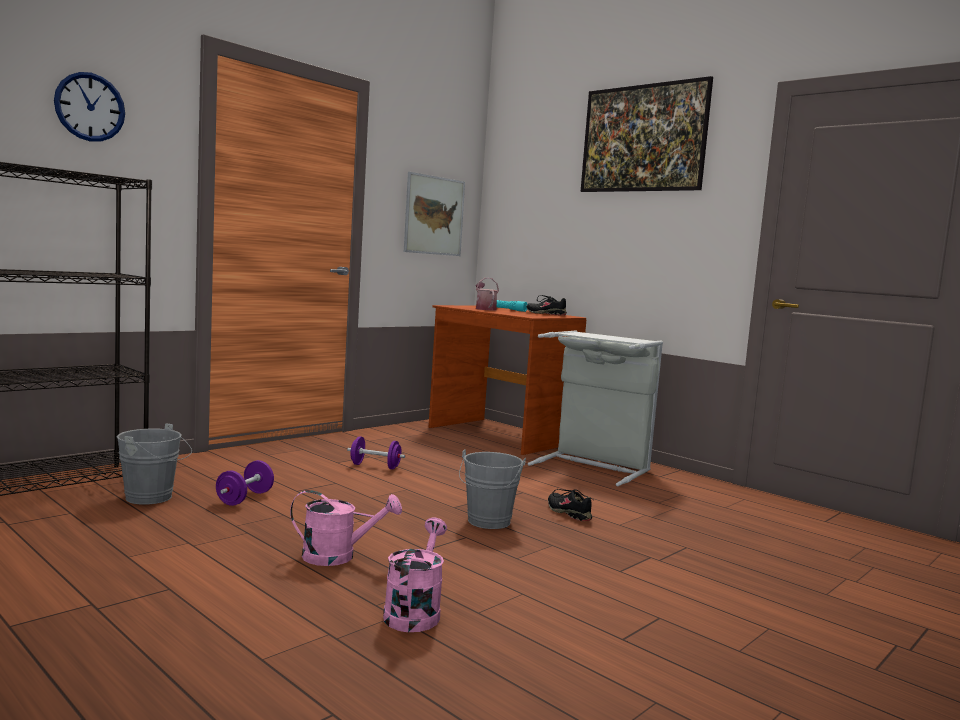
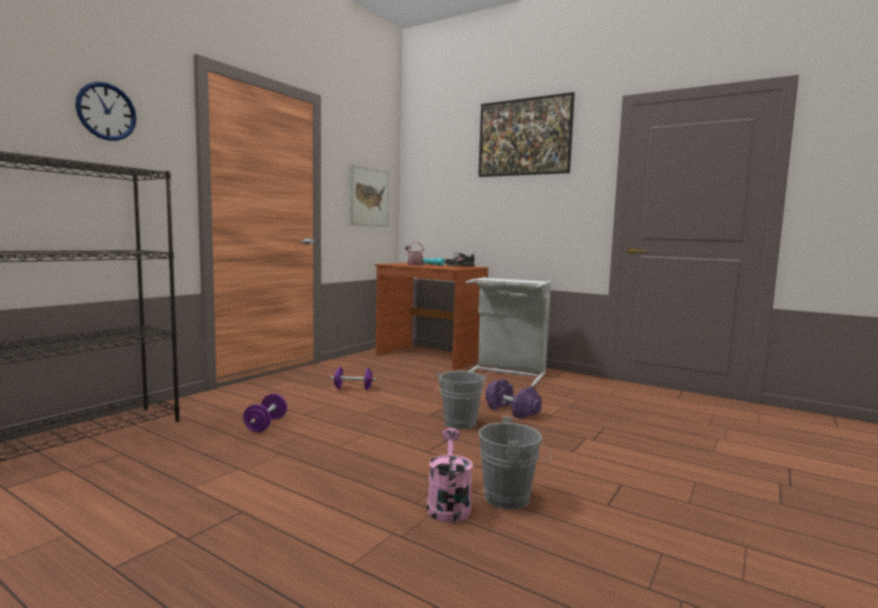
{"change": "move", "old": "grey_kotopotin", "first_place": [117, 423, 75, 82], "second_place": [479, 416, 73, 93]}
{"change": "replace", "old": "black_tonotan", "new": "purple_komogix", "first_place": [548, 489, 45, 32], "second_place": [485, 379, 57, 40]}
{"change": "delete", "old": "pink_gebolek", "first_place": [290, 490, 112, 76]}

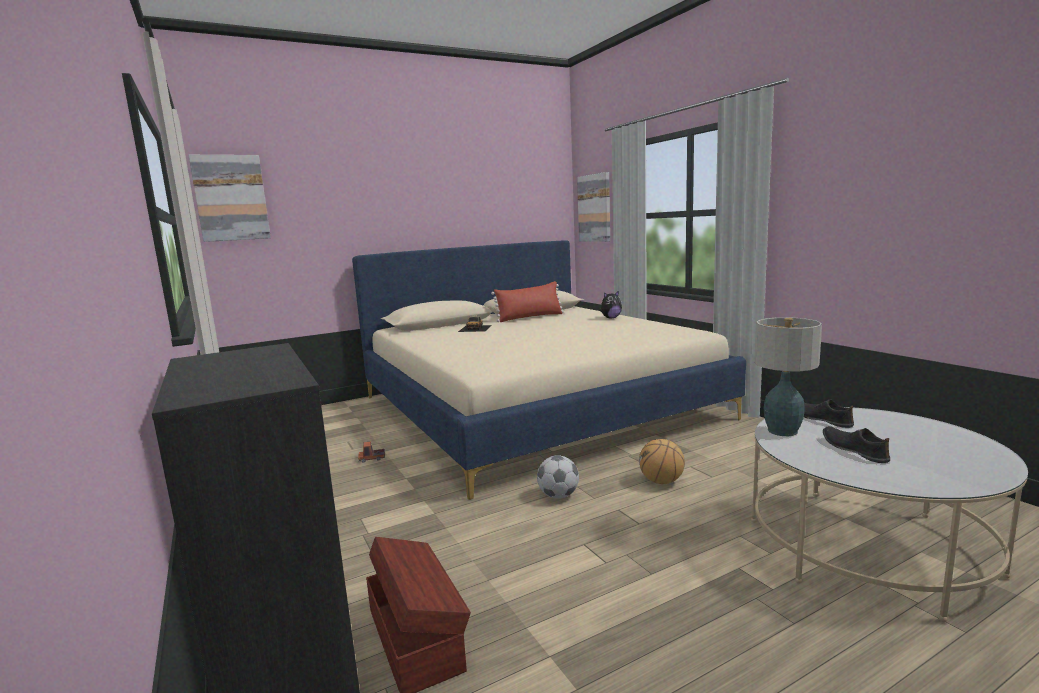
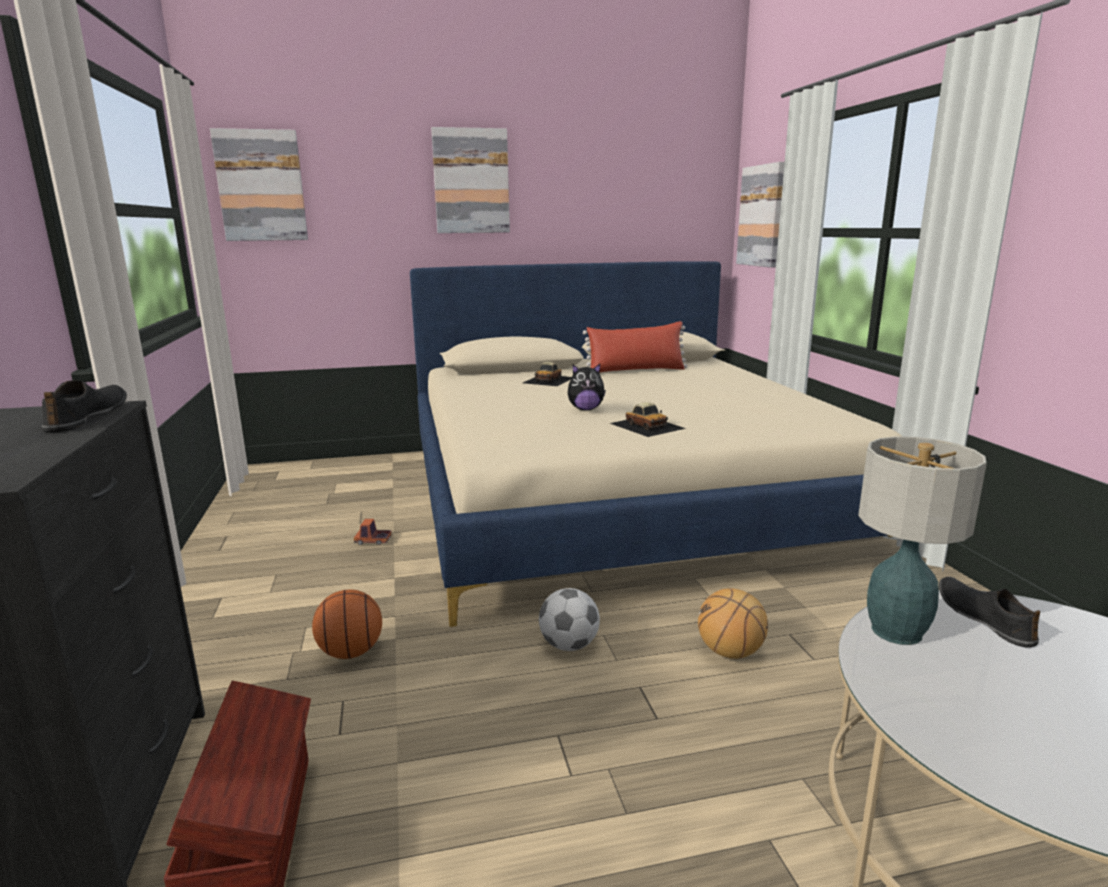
{"change": "move", "old": "black_tonotan", "first_place": [823, 426, 67, 37], "second_place": [41, 381, 86, 52]}
{"change": "insert", "new": "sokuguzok", "second_place": [312, 589, 70, 70]}
{"change": "insert", "new": "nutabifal", "second_place": [431, 127, 79, 106]}
{"change": "move", "old": "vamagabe", "first_place": [600, 291, 22, 28], "second_place": [568, 364, 38, 46]}
{"change": "insert", "new": "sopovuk", "second_place": [610, 402, 76, 35]}

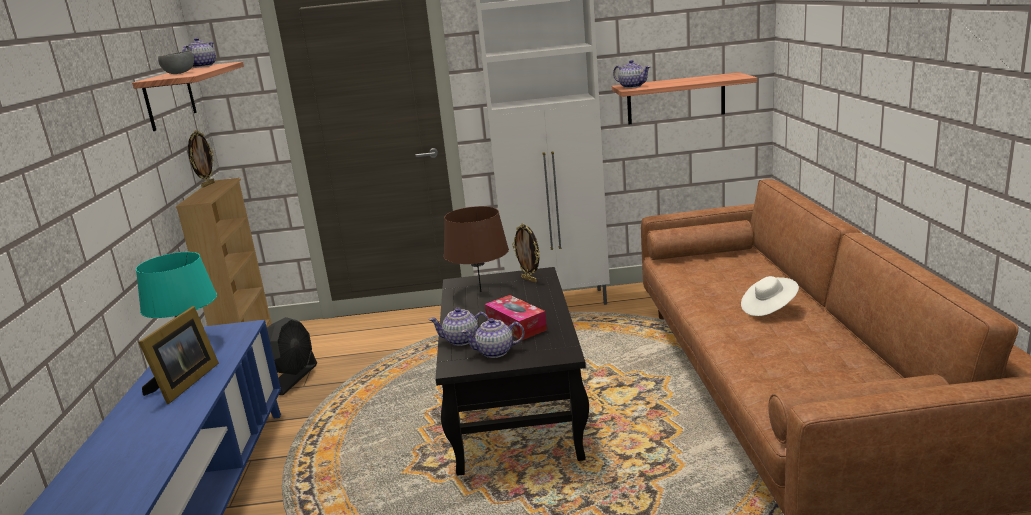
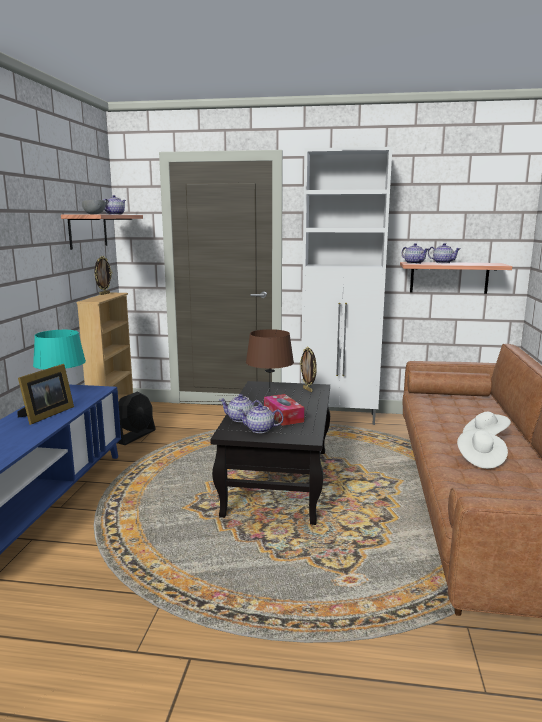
{"change": "insert", "new": "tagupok", "second_place": [428, 243, 33, 20]}
{"change": "insert", "new": "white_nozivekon", "second_place": [457, 429, 51, 40]}

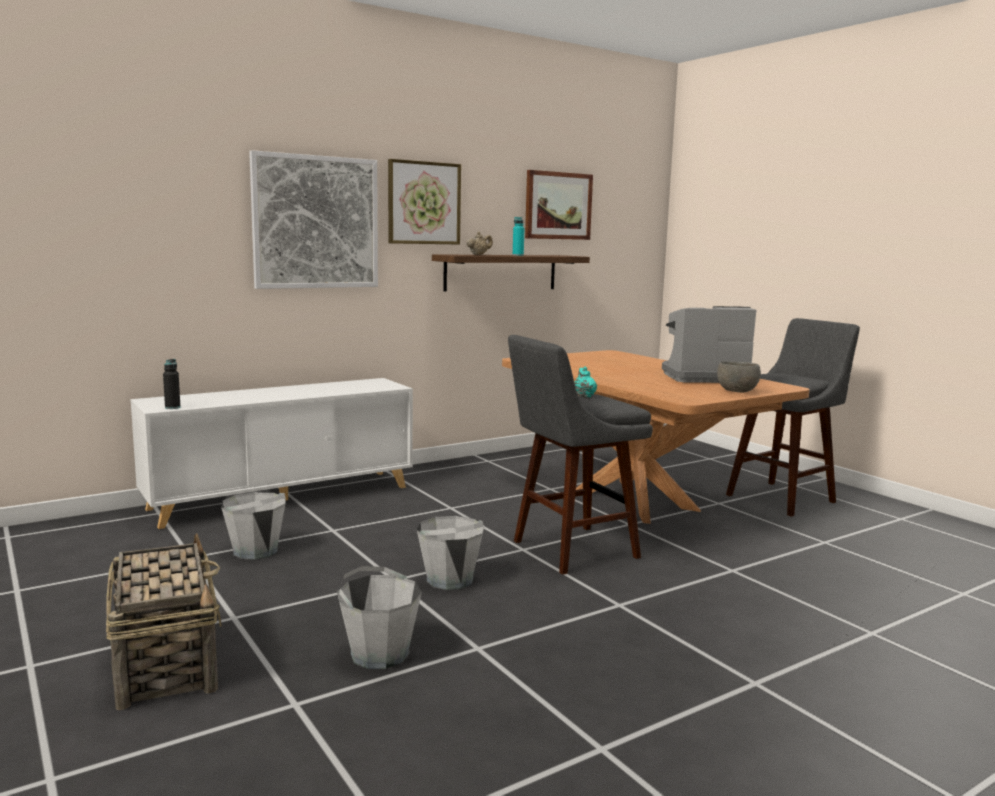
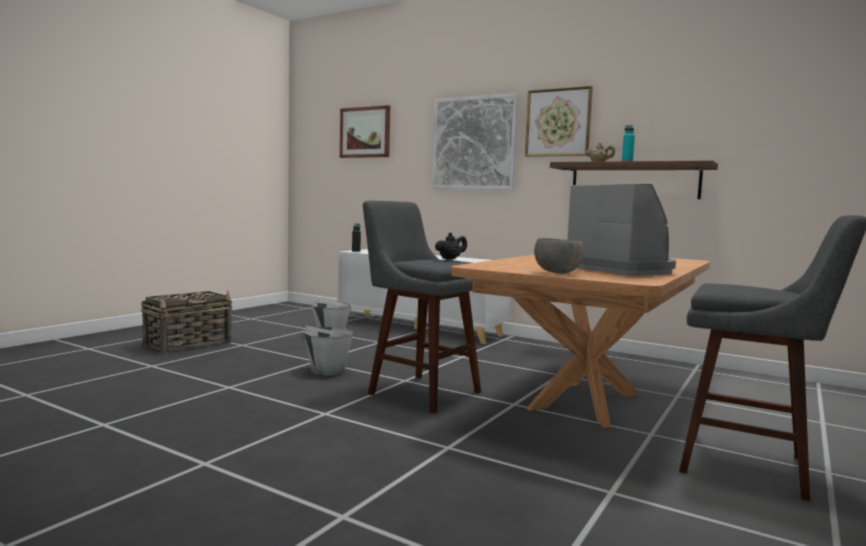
{"change": "move", "old": "nutabifal", "first_place": [525, 170, 68, 70], "second_place": [340, 105, 50, 53]}
{"change": "recolor", "old": "turquoise_tagupok", "new": "black_tagupok", "first_place": [574, 367, 23, 31], "second_place": [435, 233, 32, 27]}
{"change": "delete", "old": "grey_kotopotin", "first_place": [337, 566, 85, 103]}

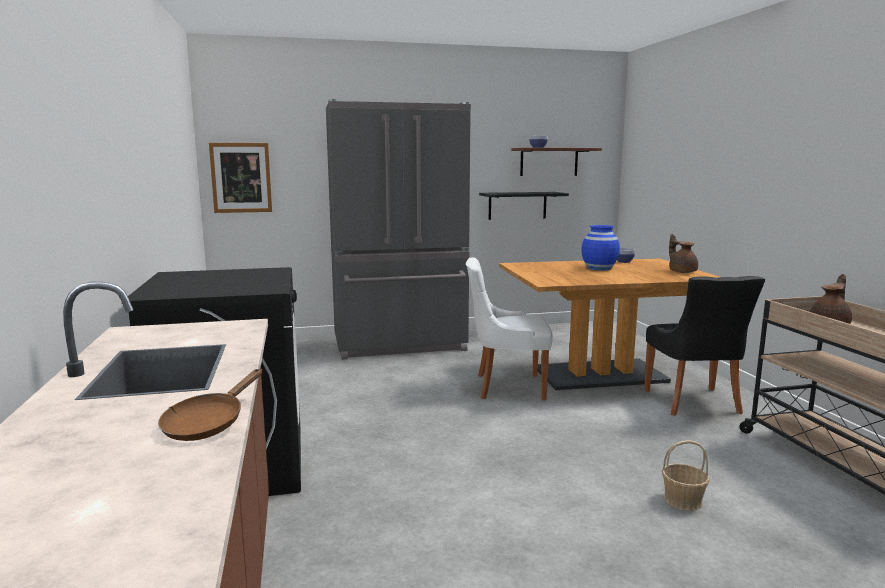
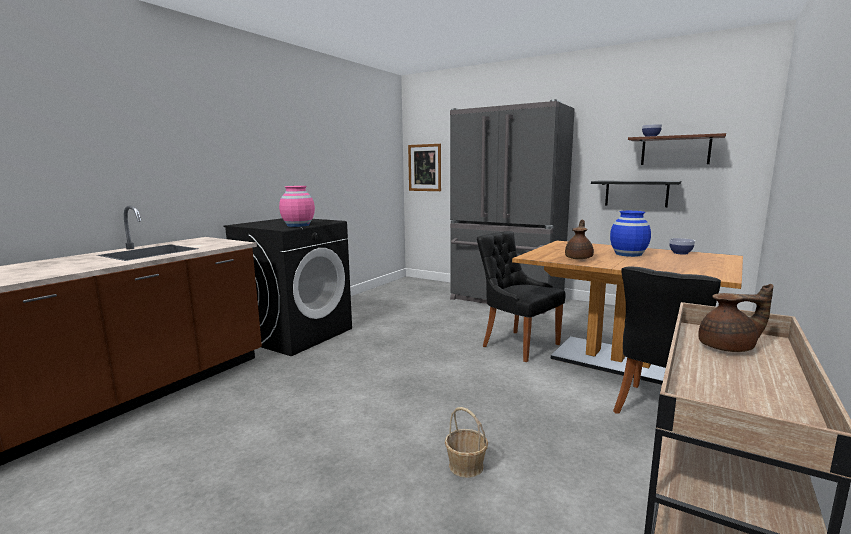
{"change": "insert", "new": "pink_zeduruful", "second_place": [279, 186, 36, 41]}
{"change": "recolor", "old": "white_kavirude", "new": "black_kavirude", "first_place": [466, 257, 87, 143], "second_place": [477, 231, 89, 131]}
{"change": "move", "old": "brown_tagupok", "first_place": [669, 234, 29, 39], "second_place": [565, 220, 29, 39]}
{"change": "delete", "old": "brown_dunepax", "first_place": [158, 369, 104, 72]}

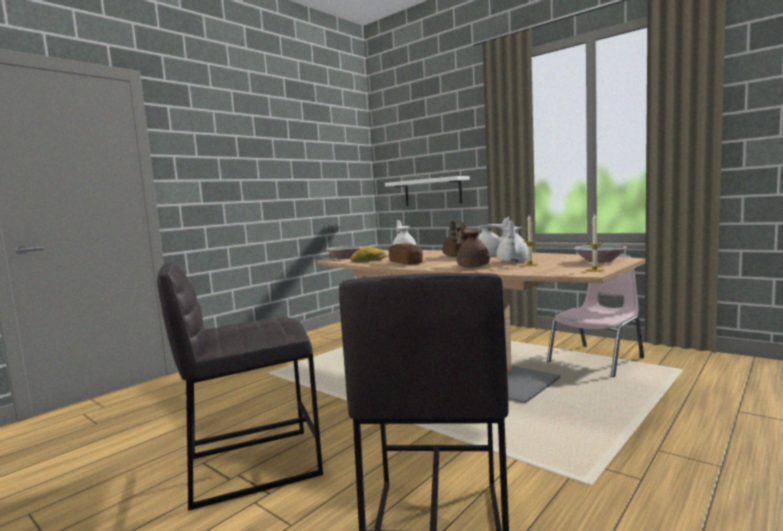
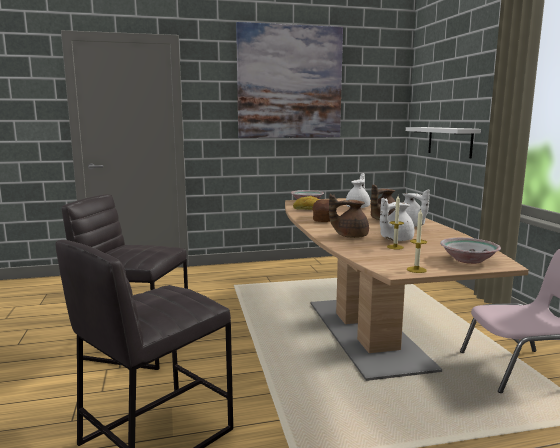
{"change": "insert", "new": "nutabifal", "second_place": [236, 22, 107, 116]}
{"change": "rotate", "old": "brown_tagupok", "first_place": [457, 222, 33, 46], "second_place": [329, 194, 40, 44], "degrees": -120}

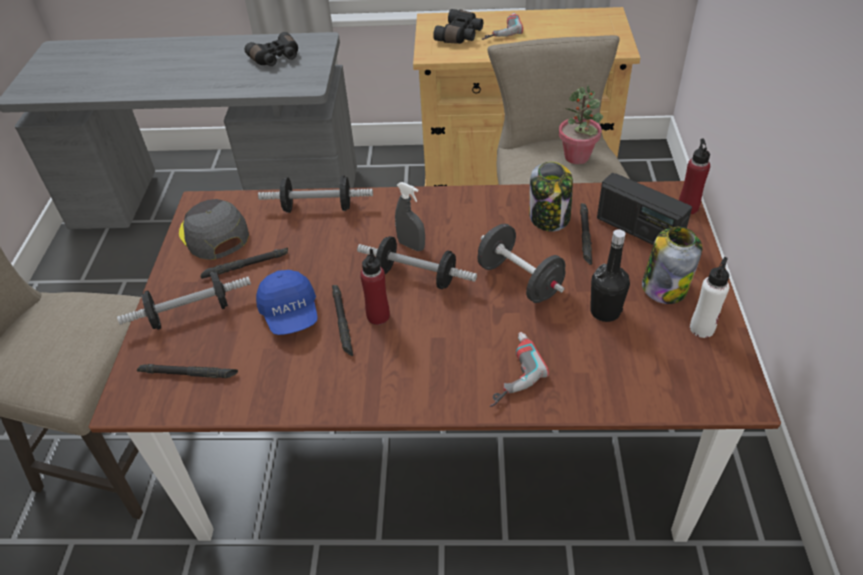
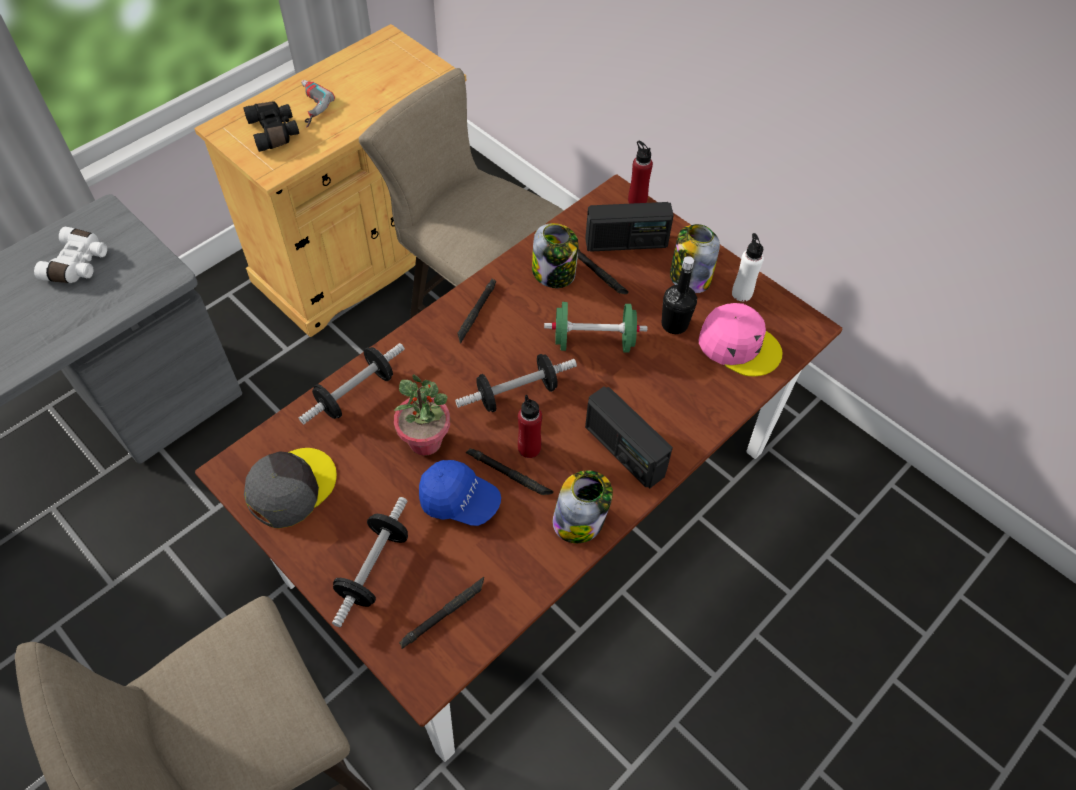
{"change": "recolor", "old": "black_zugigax", "new": "white_zugigax", "first_place": [245, 32, 53, 34], "second_place": [34, 227, 73, 56]}
{"change": "rotate", "old": "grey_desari", "first_place": [179, 199, 70, 61], "second_place": [244, 448, 93, 80], "degrees": 120}
{"change": "move", "old": "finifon", "first_place": [559, 86, 44, 78], "second_place": [394, 374, 56, 82]}
{"change": "move", "old": "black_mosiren", "first_place": [201, 248, 87, 31], "second_place": [457, 278, 39, 66]}
{"change": "recolor", "old": "black_komogix", "new": "green_komogix", "first_place": [477, 224, 89, 79], "second_place": [544, 302, 103, 51]}
{"change": "insert", "new": "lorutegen", "second_place": [552, 470, 61, 73]}
{"change": "insert", "new": "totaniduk", "second_place": [585, 386, 88, 102]}
{"change": "insert", "new": "pink_desari", "second_place": [699, 303, 83, 73]}
{"change": "delete", "old": "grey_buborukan", "first_place": [395, 182, 30, 69]}
{"change": "delete", "old": "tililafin", "first_place": [490, 332, 59, 75]}

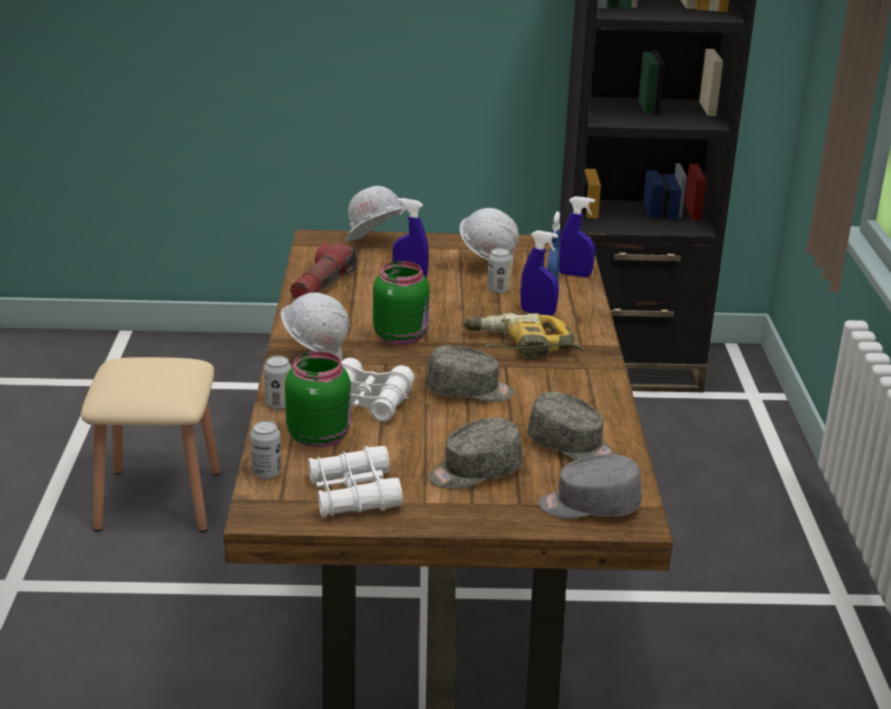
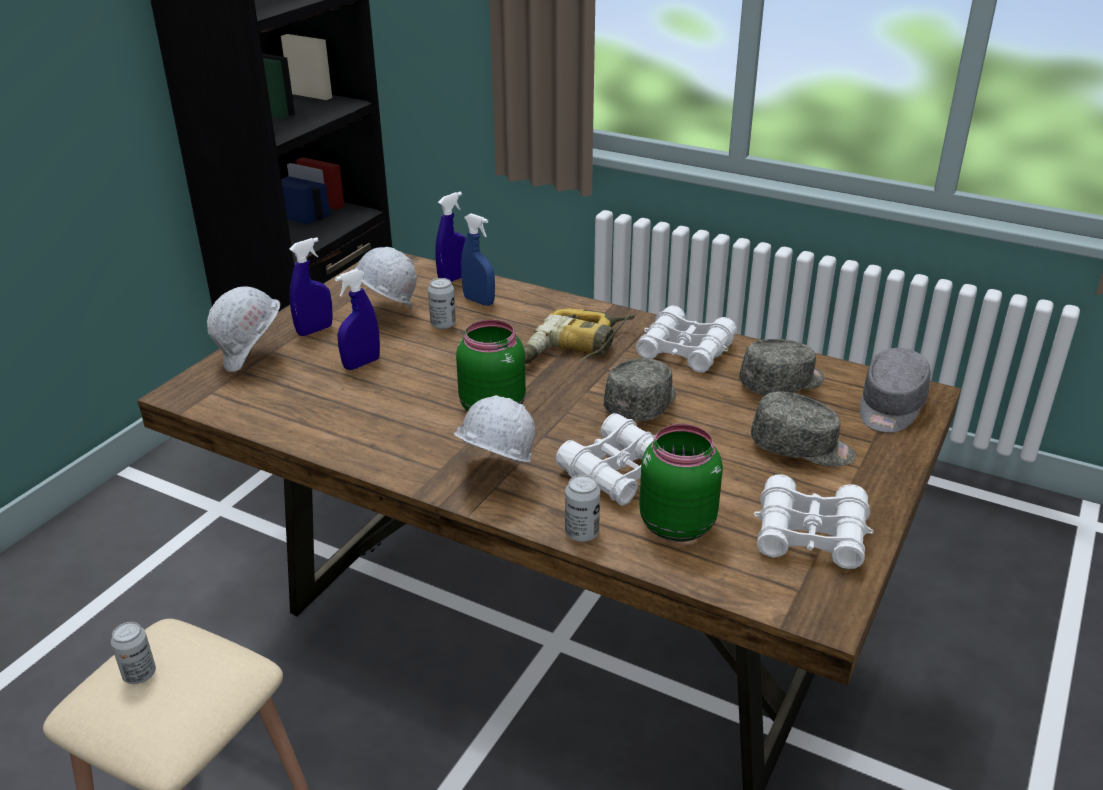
{"change": "move", "old": "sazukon", "first_place": [250, 421, 31, 58], "second_place": [111, 622, 45, 62]}
{"change": "move", "old": "blue_buborukan", "first_place": [521, 230, 38, 86], "second_place": [289, 237, 44, 99]}
{"change": "insert", "new": "white_zugigax", "second_place": [636, 305, 101, 68]}
{"change": "rotate", "old": "grey_desari", "first_place": [429, 418, 93, 71], "second_place": [751, 391, 105, 76], "degrees": -75}
{"change": "delete", "old": "mosiren", "first_place": [290, 243, 67, 56]}

